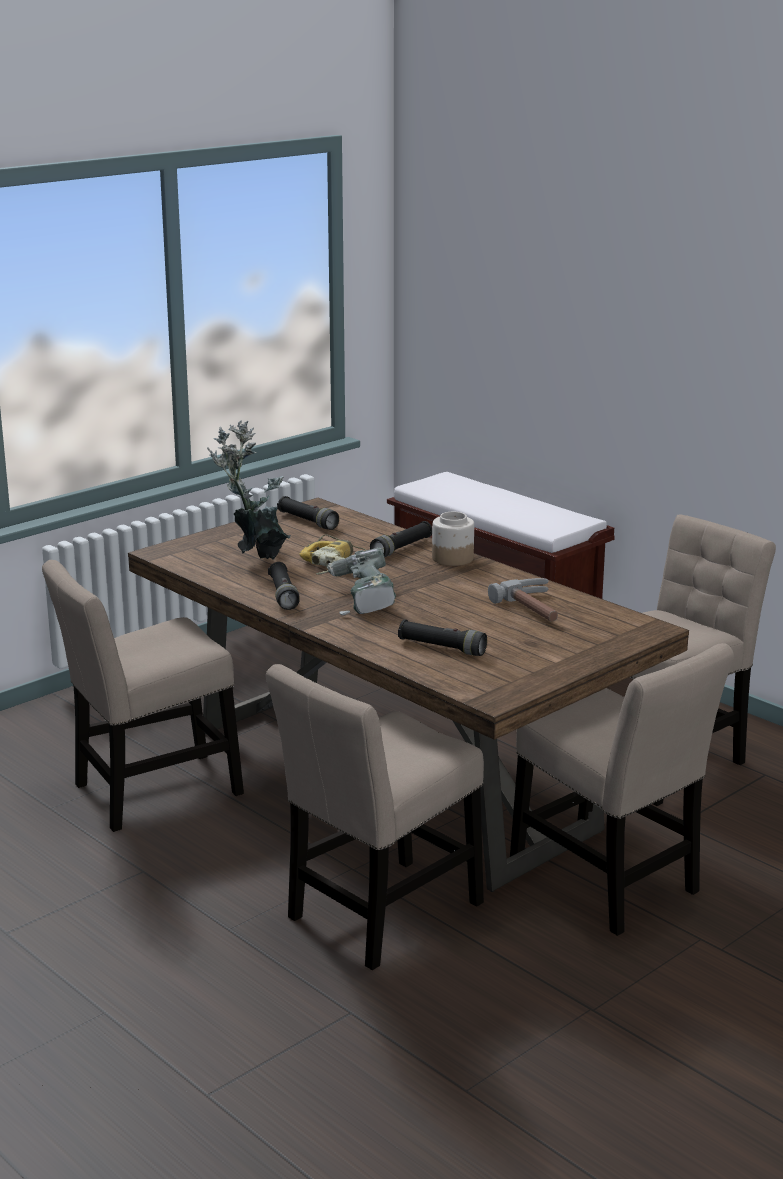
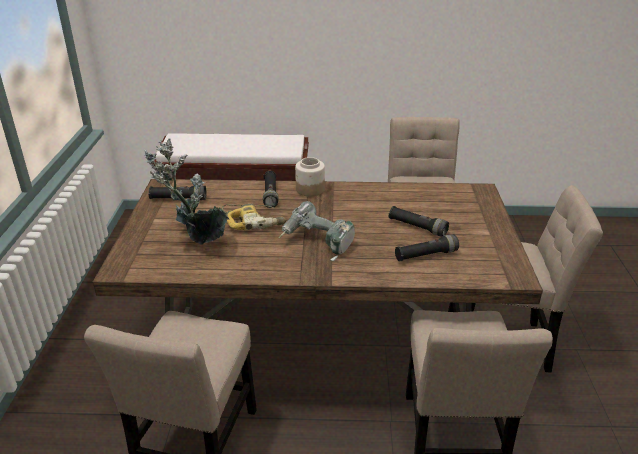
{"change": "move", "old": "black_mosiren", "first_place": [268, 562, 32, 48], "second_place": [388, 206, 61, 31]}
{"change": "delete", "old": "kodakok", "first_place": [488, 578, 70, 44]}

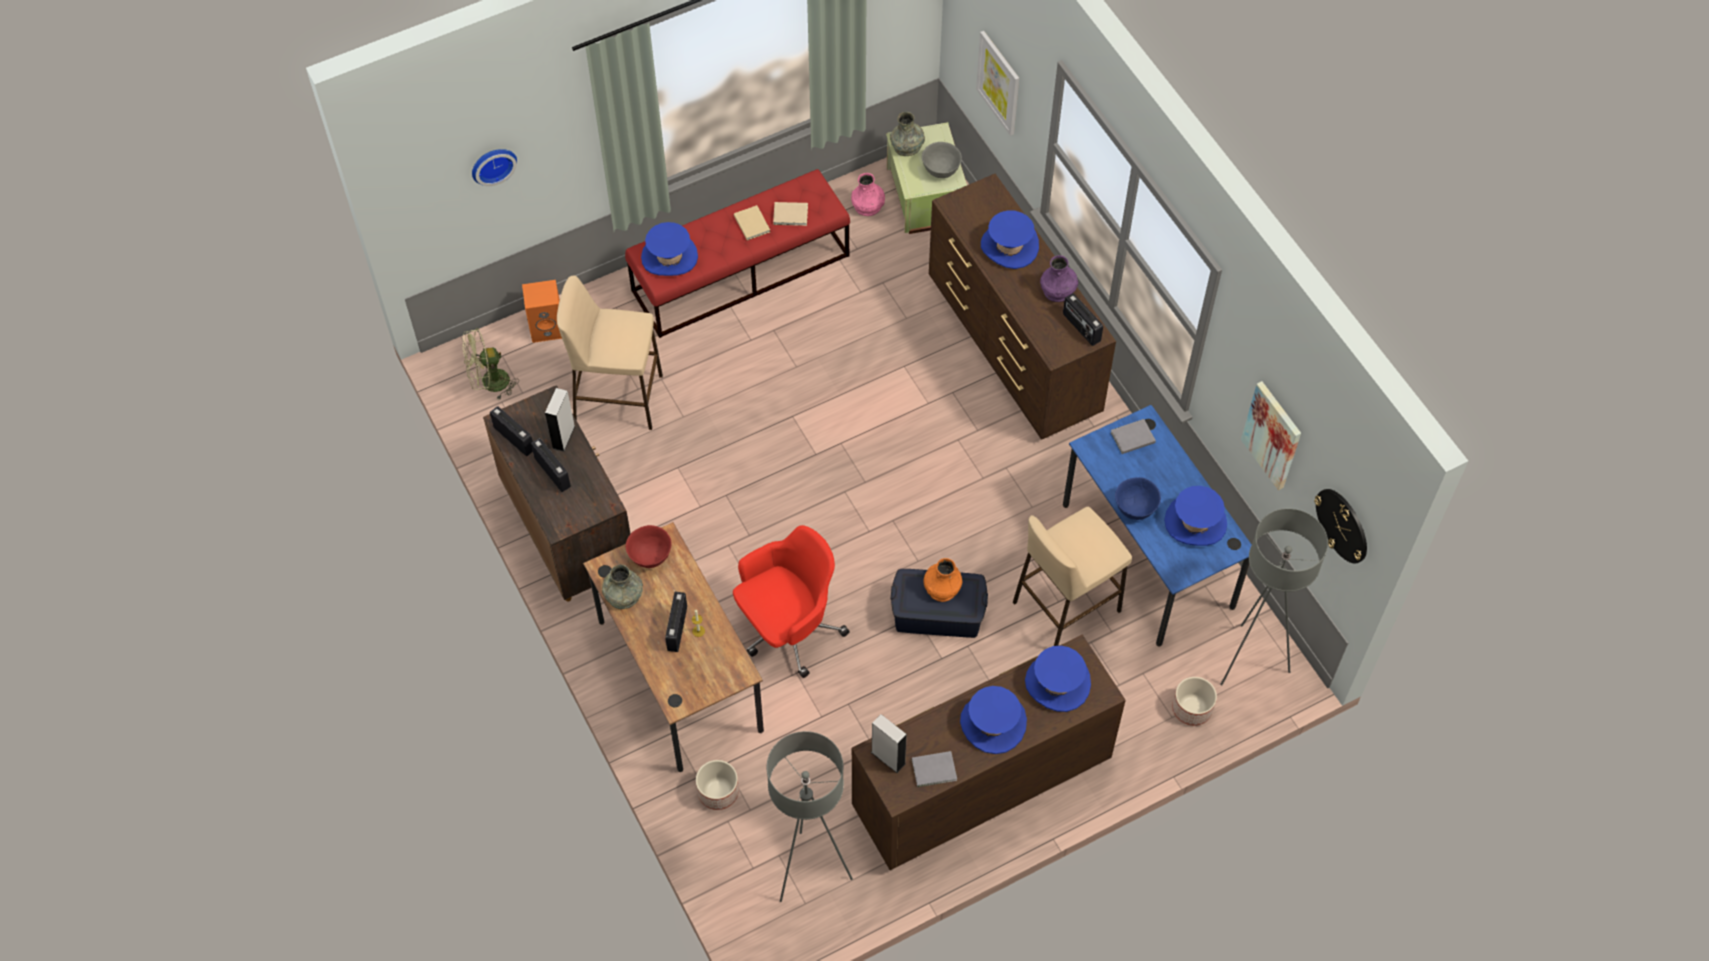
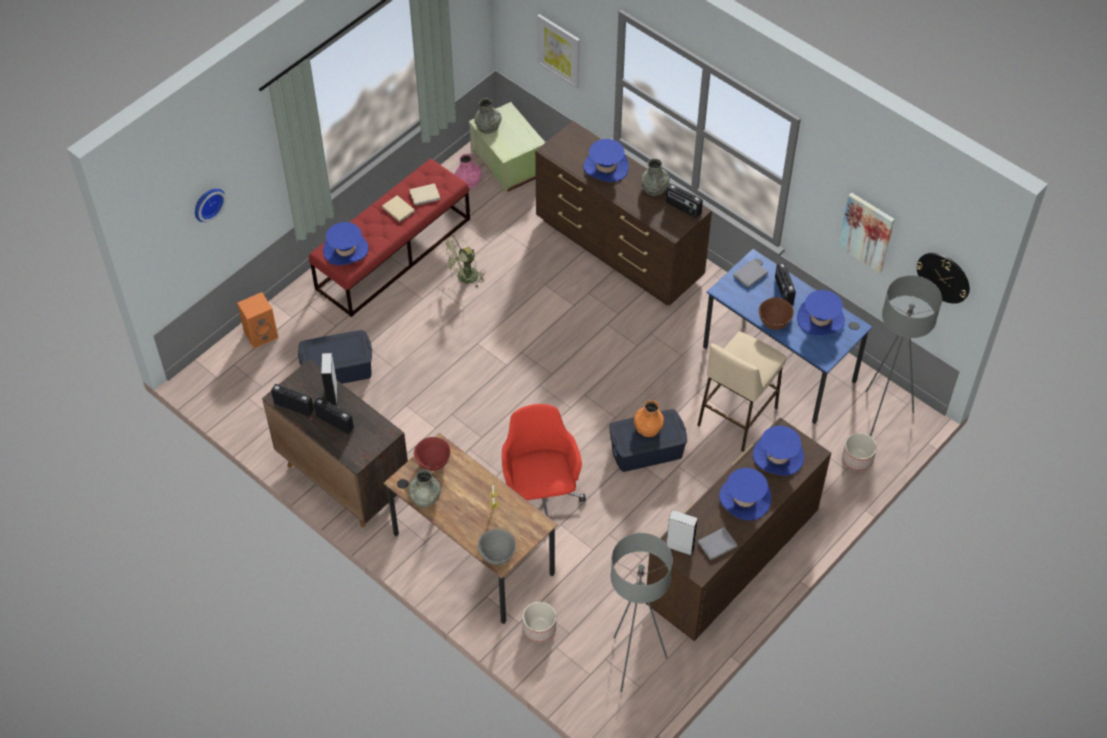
{"change": "replace", "old": "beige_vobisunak", "new": "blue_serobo", "first_place": [557, 275, 106, 155], "second_place": [298, 330, 74, 54]}
{"change": "move", "old": "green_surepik", "first_place": [463, 328, 56, 71], "second_place": [440, 234, 46, 53]}
{"change": "move", "old": "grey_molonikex", "first_place": [922, 142, 40, 36], "second_place": [478, 529, 38, 36]}
{"change": "rotate", "old": "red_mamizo", "first_place": [733, 525, 117, 153], "second_place": [502, 404, 84, 112], "degrees": -45}
{"change": "recolor", "old": "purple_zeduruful", "new": "grey_zeduruful", "first_place": [1040, 255, 38, 47], "second_place": [641, 158, 29, 38]}
{"change": "recolor", "old": "blue_molonikex", "new": "brown_molonikex", "first_place": [1115, 477, 46, 43], "second_place": [759, 297, 35, 33]}
{"change": "move", "old": "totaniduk", "first_place": [665, 592, 22, 60], "second_place": [775, 263, 21, 42]}

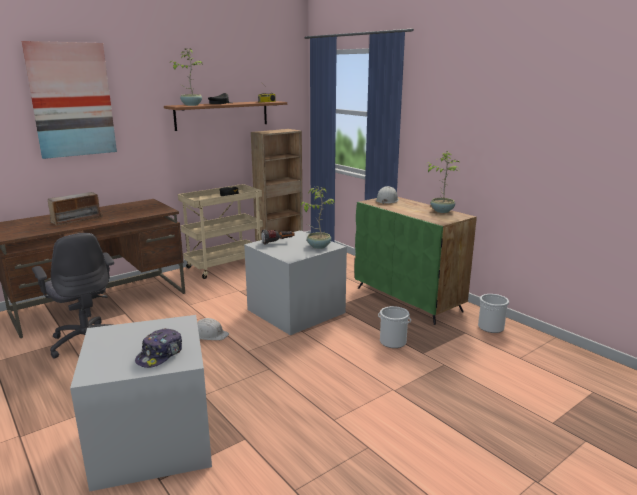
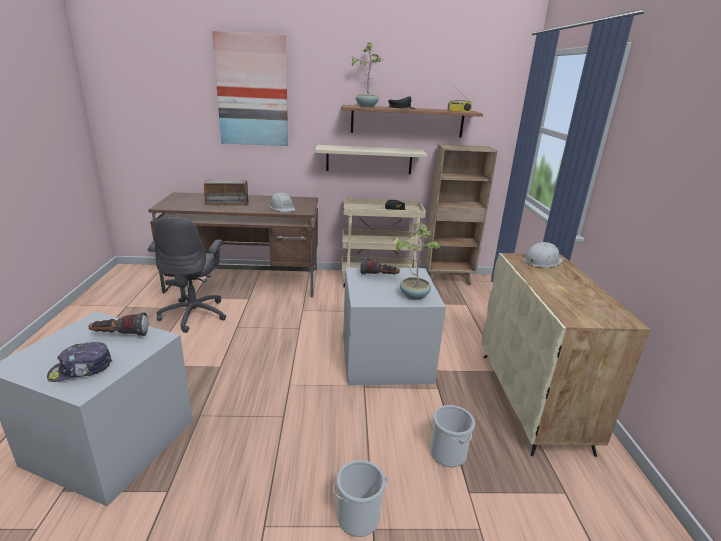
{"change": "insert", "new": "mosiren", "second_place": [89, 312, 59, 25]}
{"change": "move", "old": "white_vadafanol", "first_place": [197, 318, 32, 22], "second_place": [269, 193, 26, 19]}
{"change": "insert", "new": "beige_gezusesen", "second_place": [315, 145, 112, 29]}
{"change": "move", "old": "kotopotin", "first_place": [478, 294, 31, 39], "second_place": [333, 460, 55, 77]}
{"change": "recolor", "old": "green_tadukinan", "new": "beige_tadukinan", "first_place": [354, 197, 123, 128], "second_place": [482, 253, 168, 204]}
{"change": "delete", "old": "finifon", "first_place": [428, 151, 31, 62]}

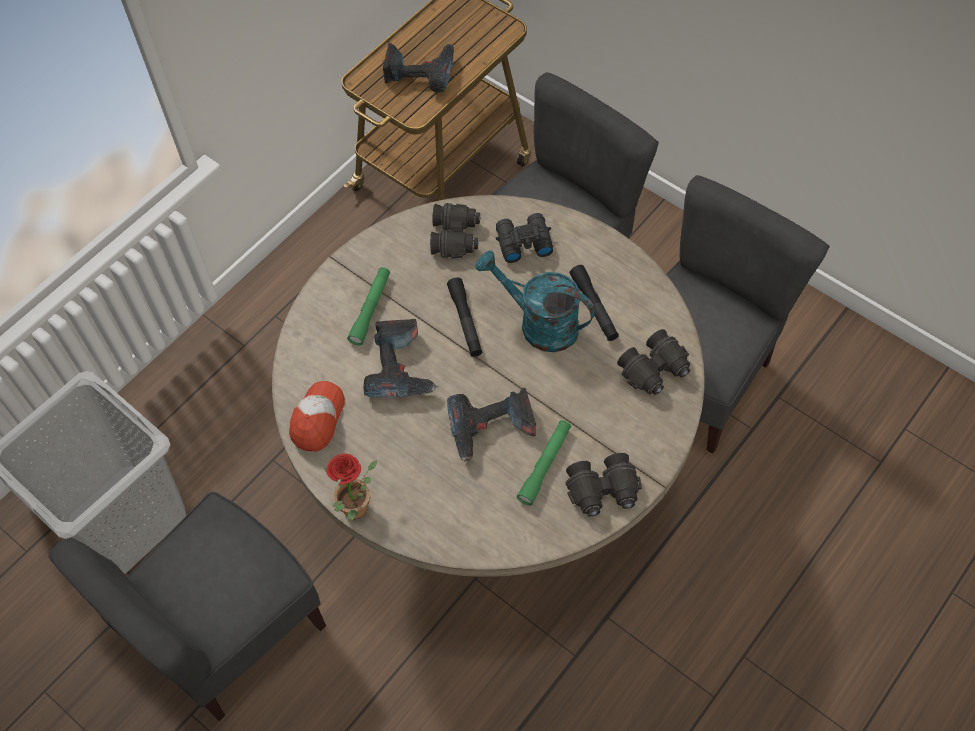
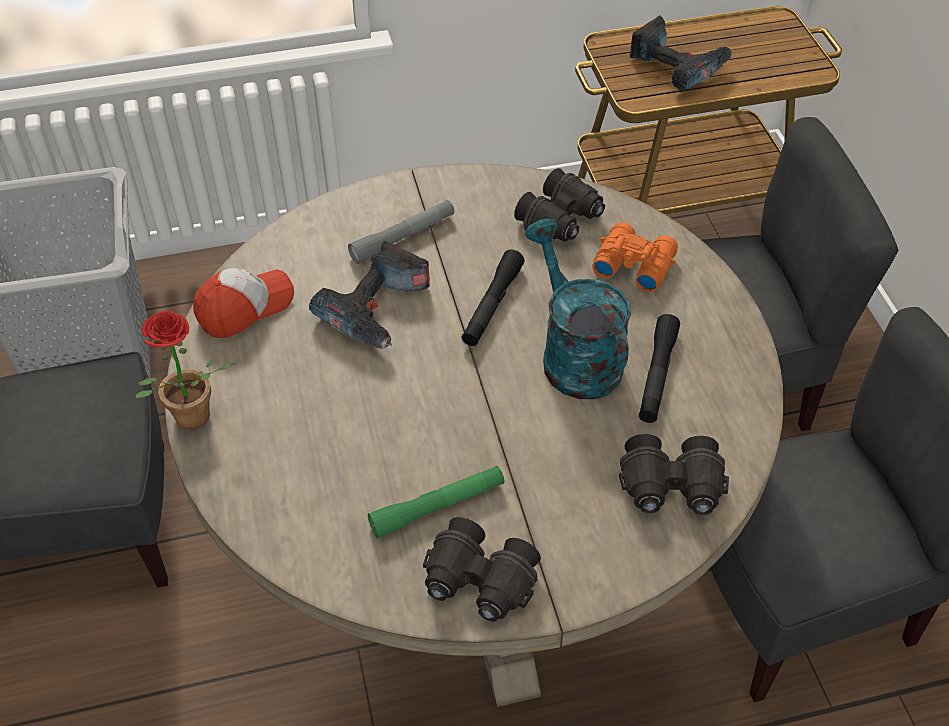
{"change": "recolor", "old": "green_mosiren", "new": "grey_mosiren", "first_place": [347, 267, 43, 78], "second_place": [348, 200, 107, 64]}
{"change": "recolor", "old": "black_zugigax", "new": "orange_zugigax", "first_place": [496, 213, 57, 50], "second_place": [592, 222, 86, 70]}
{"change": "delete", "old": "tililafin", "first_place": [447, 388, 89, 75]}

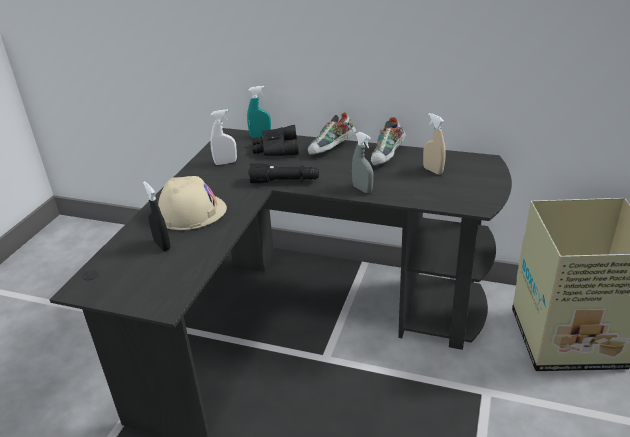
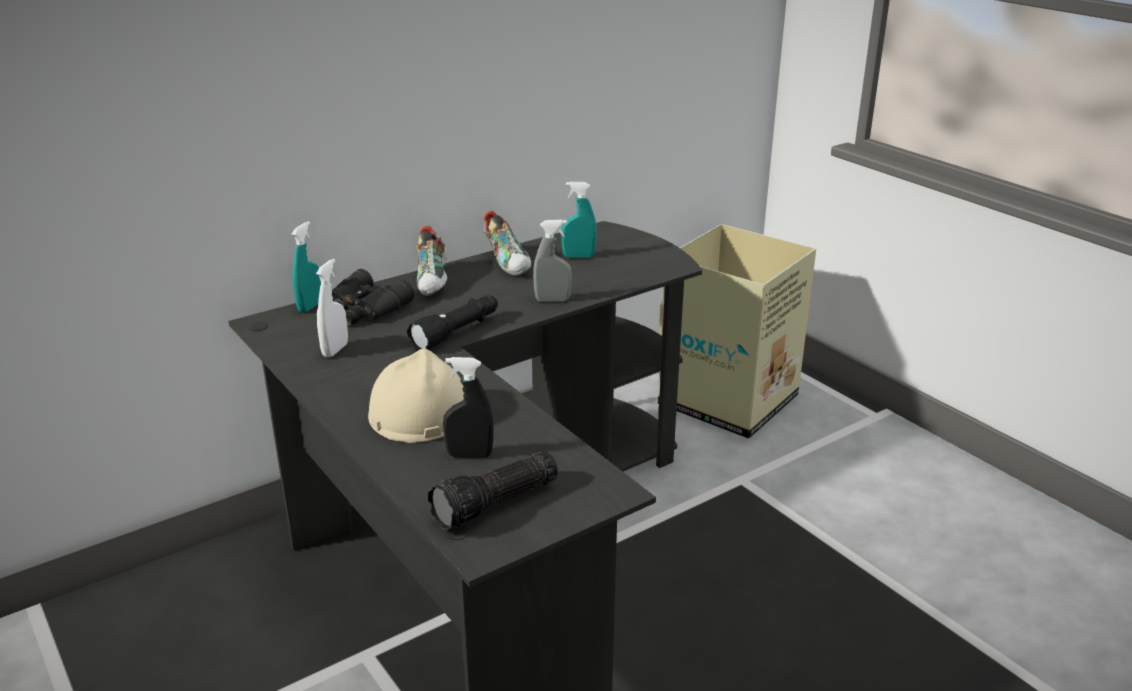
{"change": "insert", "new": "mosiren", "second_place": [428, 452, 130, 77]}
{"change": "recolor", "old": "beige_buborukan", "new": "turquoise_buborukan", "first_place": [423, 113, 23, 62], "second_place": [561, 182, 36, 76]}

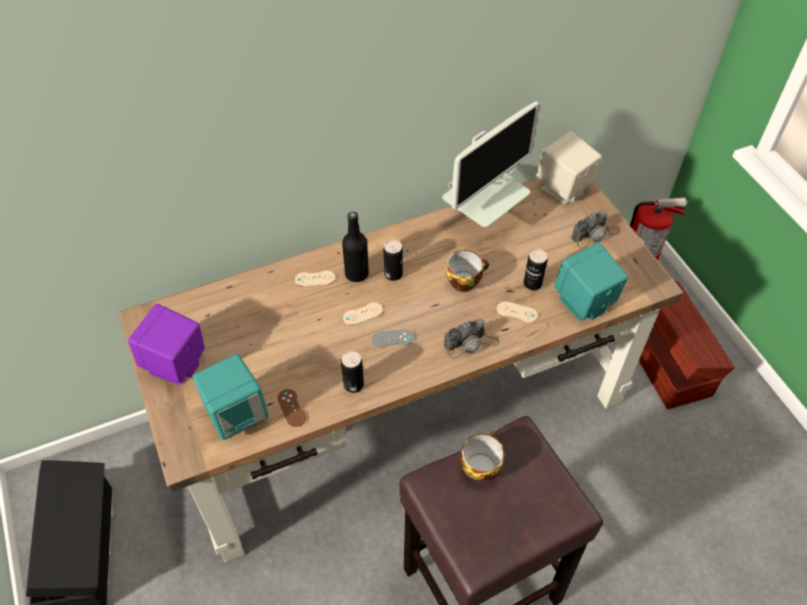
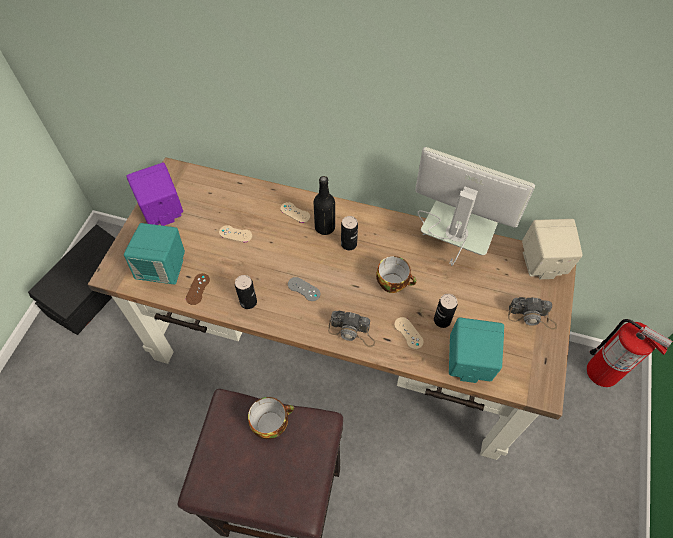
{"change": "move", "old": "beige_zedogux", "first_place": [343, 302, 40, 23], "second_place": [219, 225, 33, 17]}
{"change": "rotate", "old": "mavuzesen", "first_place": [442, 101, 98, 126], "second_place": [415, 147, 120, 119], "degrees": -150}
{"change": "delete", "old": "brown_serobo", "first_place": [639, 281, 96, 128]}

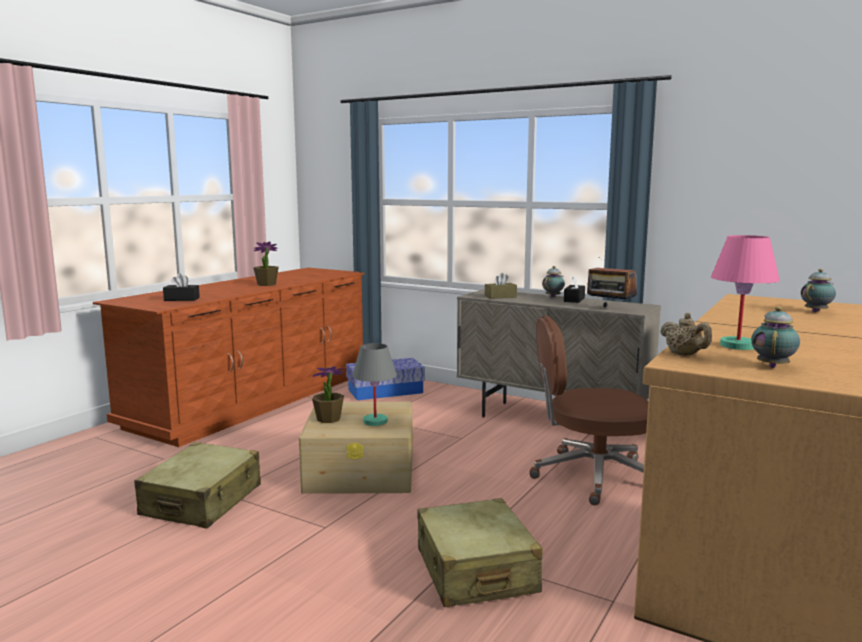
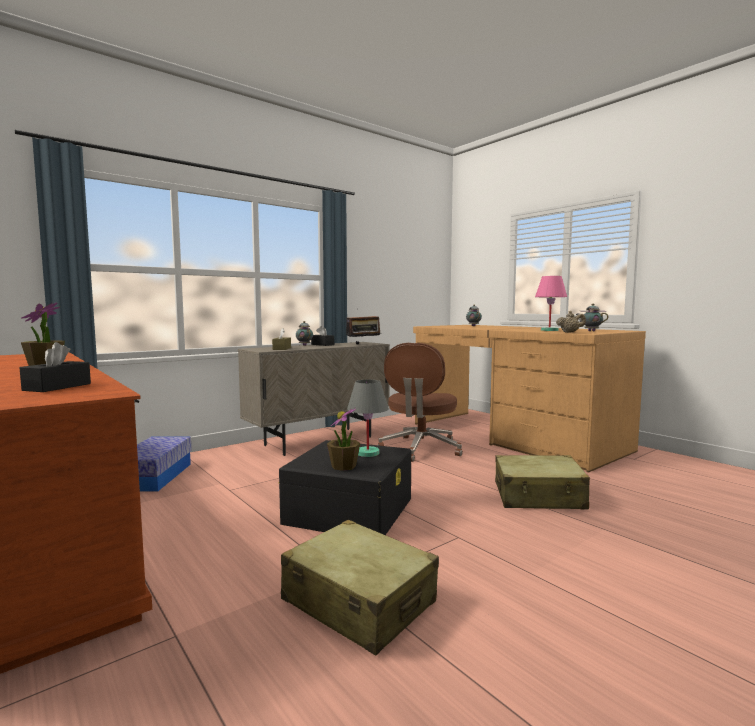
{"change": "recolor", "old": "beige_serobo", "new": "black_serobo", "first_place": [299, 402, 114, 92], "second_place": [278, 440, 133, 95]}

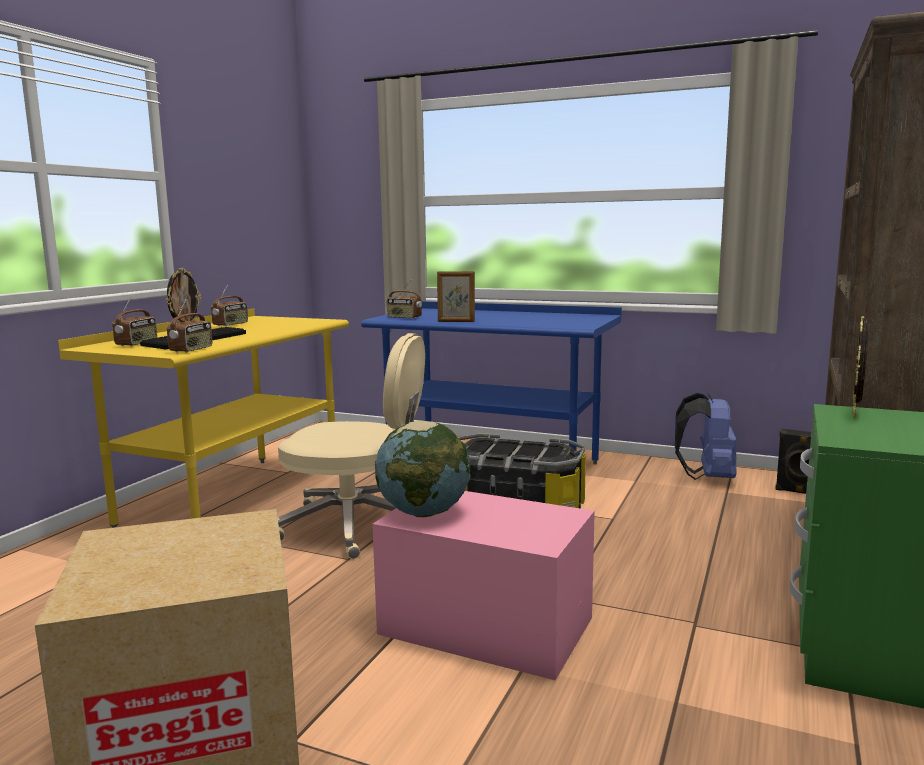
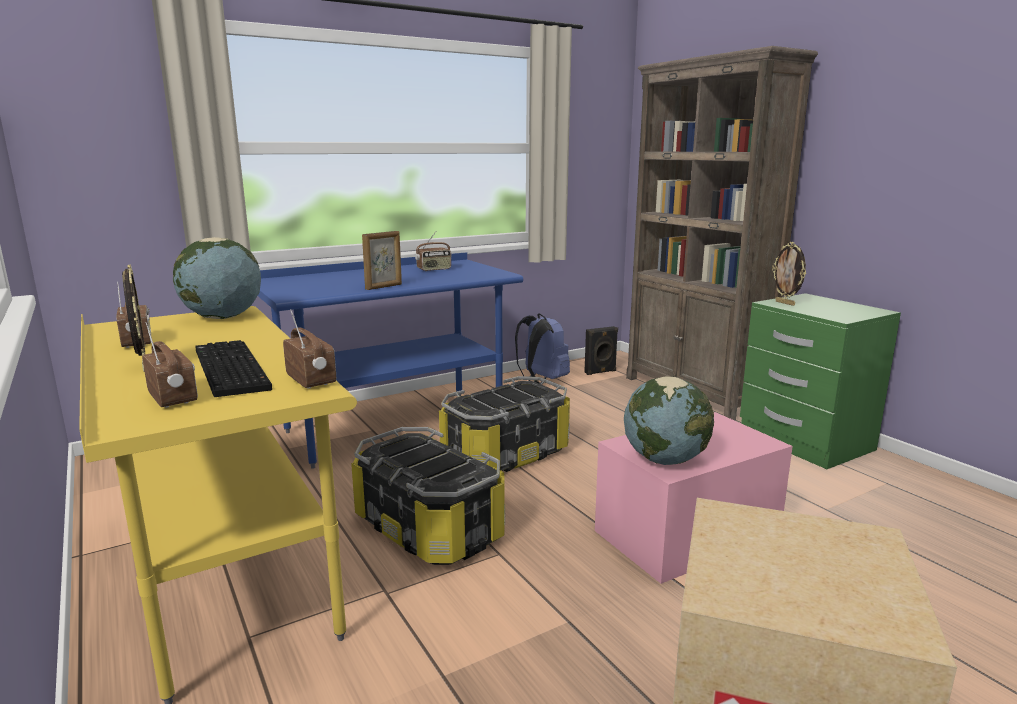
{"change": "insert", "new": "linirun", "second_place": [173, 237, 88, 82]}
{"change": "replace", "old": "beige_mamizo", "new": "serobo", "first_place": [278, 333, 147, 226], "second_place": [351, 427, 154, 138]}
{"change": "move", "old": "totaniduk", "first_place": [387, 280, 35, 39], "second_place": [415, 231, 37, 40]}

